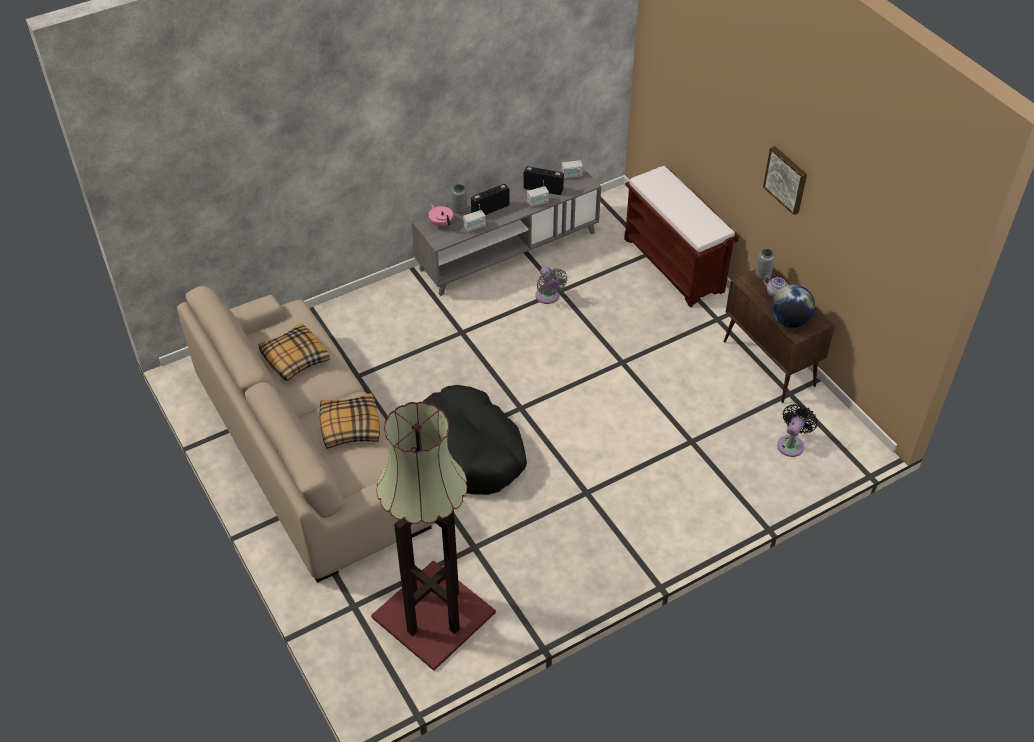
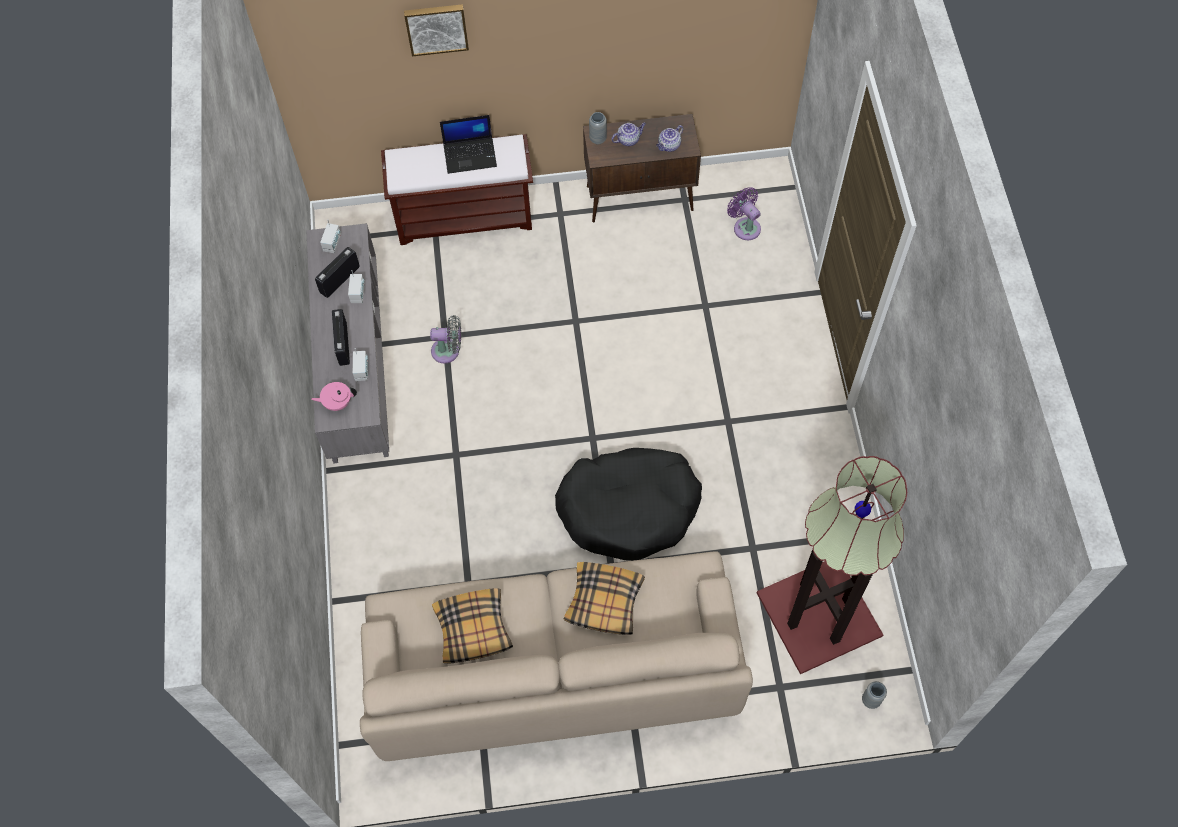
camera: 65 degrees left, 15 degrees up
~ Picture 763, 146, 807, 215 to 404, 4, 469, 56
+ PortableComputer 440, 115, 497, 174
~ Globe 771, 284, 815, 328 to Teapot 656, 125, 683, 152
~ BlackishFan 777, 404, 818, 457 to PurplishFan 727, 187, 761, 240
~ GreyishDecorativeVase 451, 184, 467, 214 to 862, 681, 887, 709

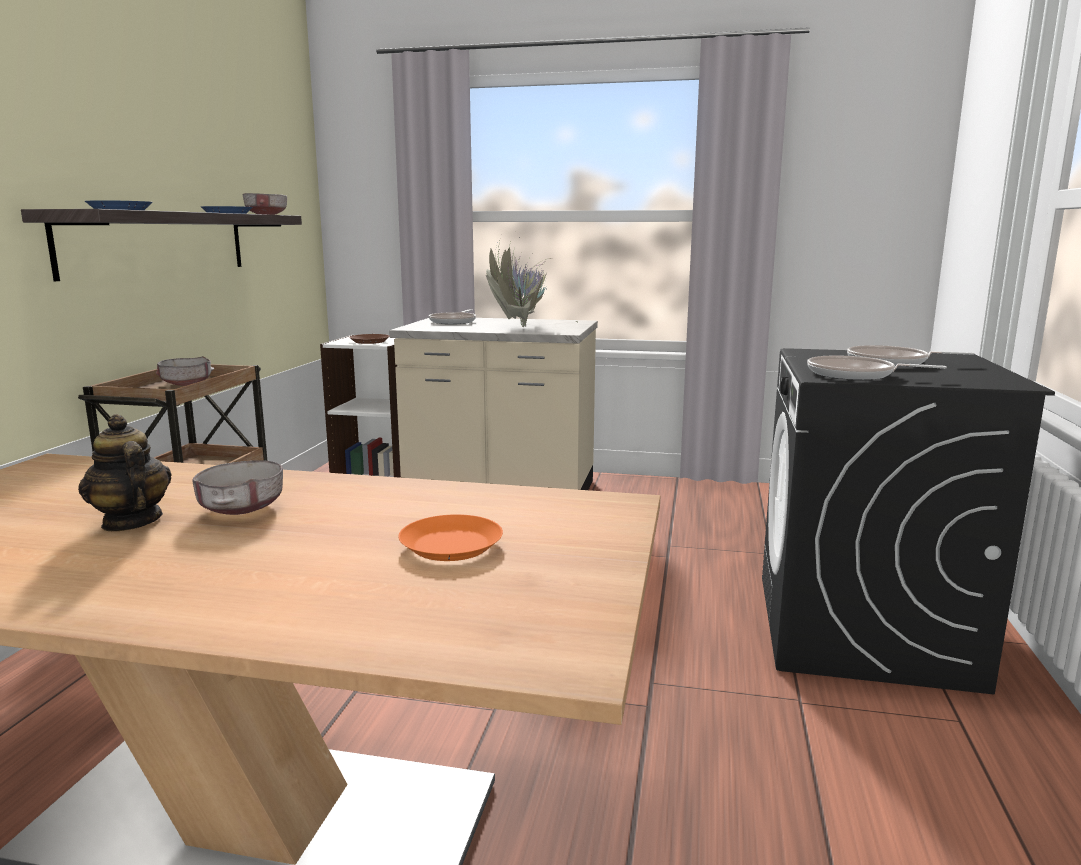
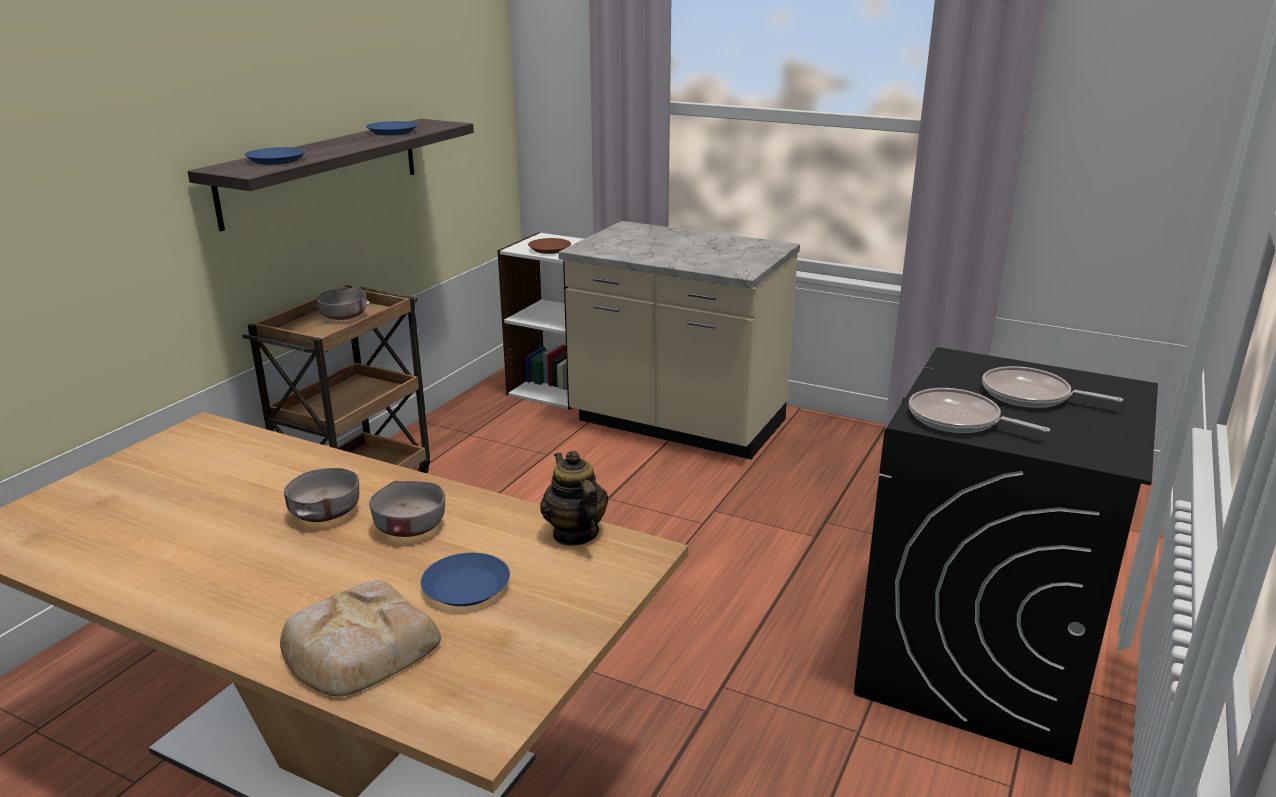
camera: 15 degrees right, 10 degrees up
+ Bread 280, 580, 441, 697
~ GreyishDeepDish 243, 193, 287, 215 to 369, 481, 445, 537
~ OrangeyPlate 398, 514, 503, 561 to BluishPlate 421, 553, 510, 606
~ Teapot 78, 414, 172, 531 to 540, 450, 608, 546
- Skillet 429, 309, 476, 324
- Houseplant 486, 232, 579, 328

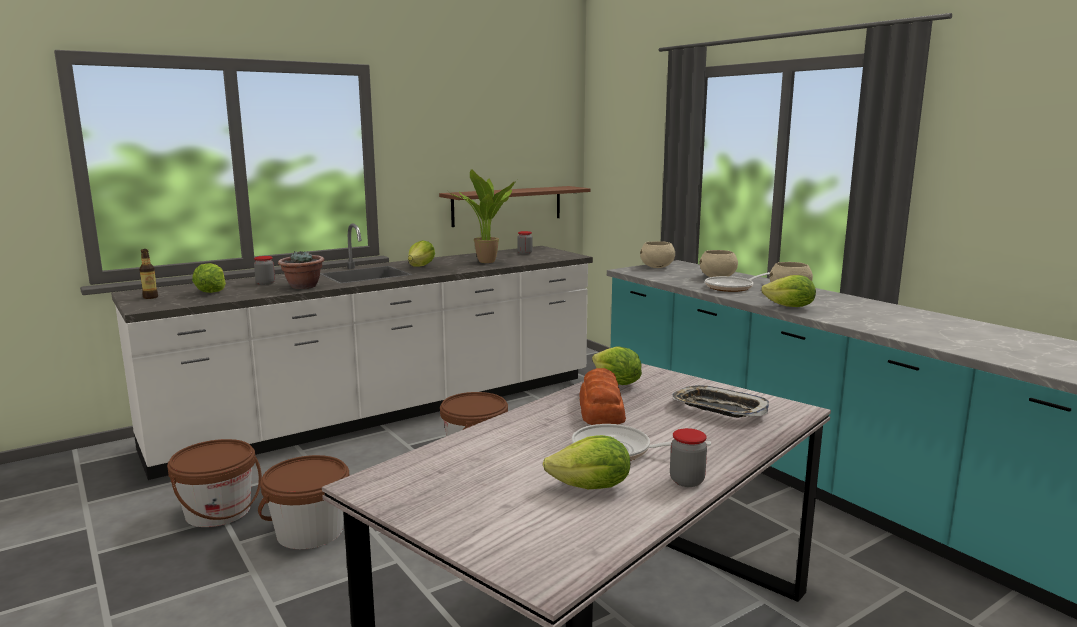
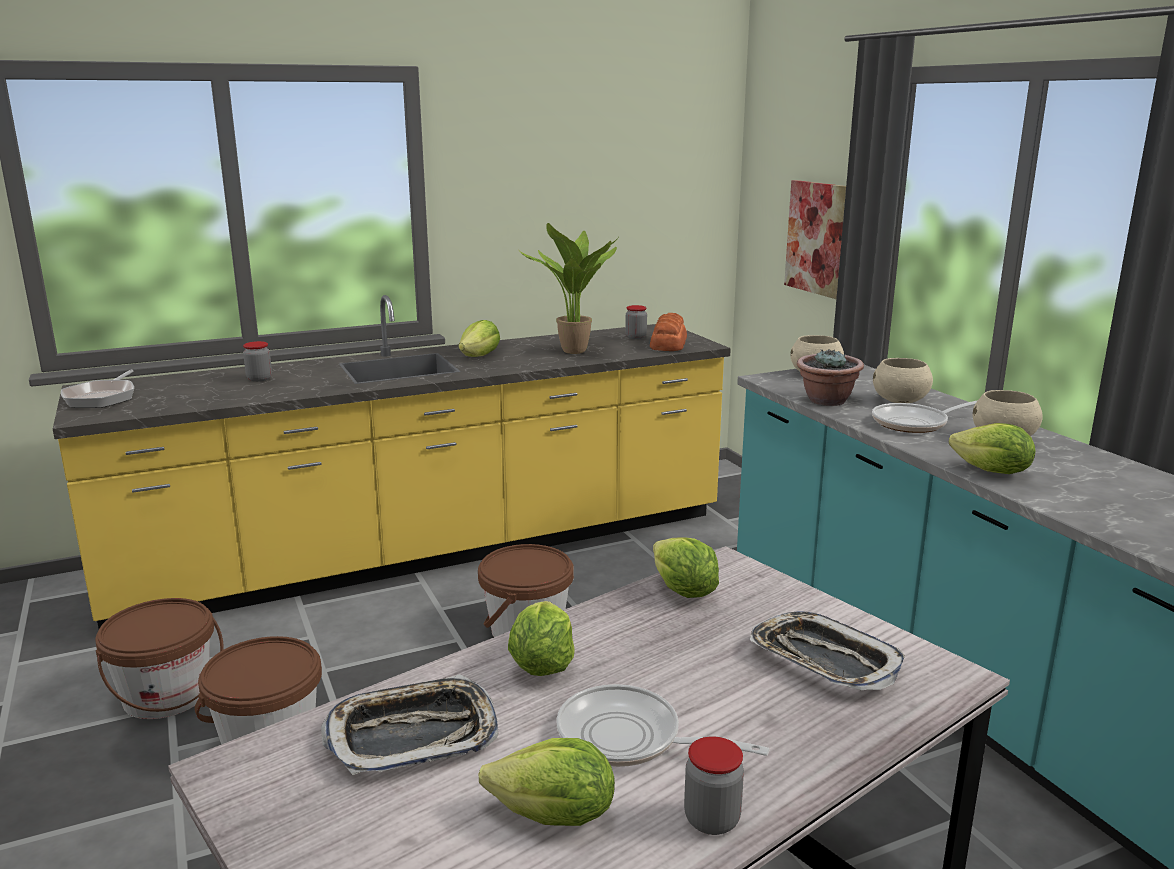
camera: 10 degrees right, 5 degrees up
~ WhitishKitchenCounter 111, 223, 593, 480 to YellowColouredKitchenCounter 53, 295, 731, 629
~ BeverageBottle 139, 249, 158, 299 to Skillet 61, 370, 134, 408
+ ServingTray 321, 674, 498, 775
~ Lettuce 192, 263, 226, 293 to 508, 601, 575, 676
~ Bread 579, 368, 626, 425 to 650, 313, 687, 351
+ Picture 784, 180, 846, 299
~ Houseplant 278, 251, 325, 289 to 797, 349, 864, 406
- BracketShelf 439, 186, 591, 227

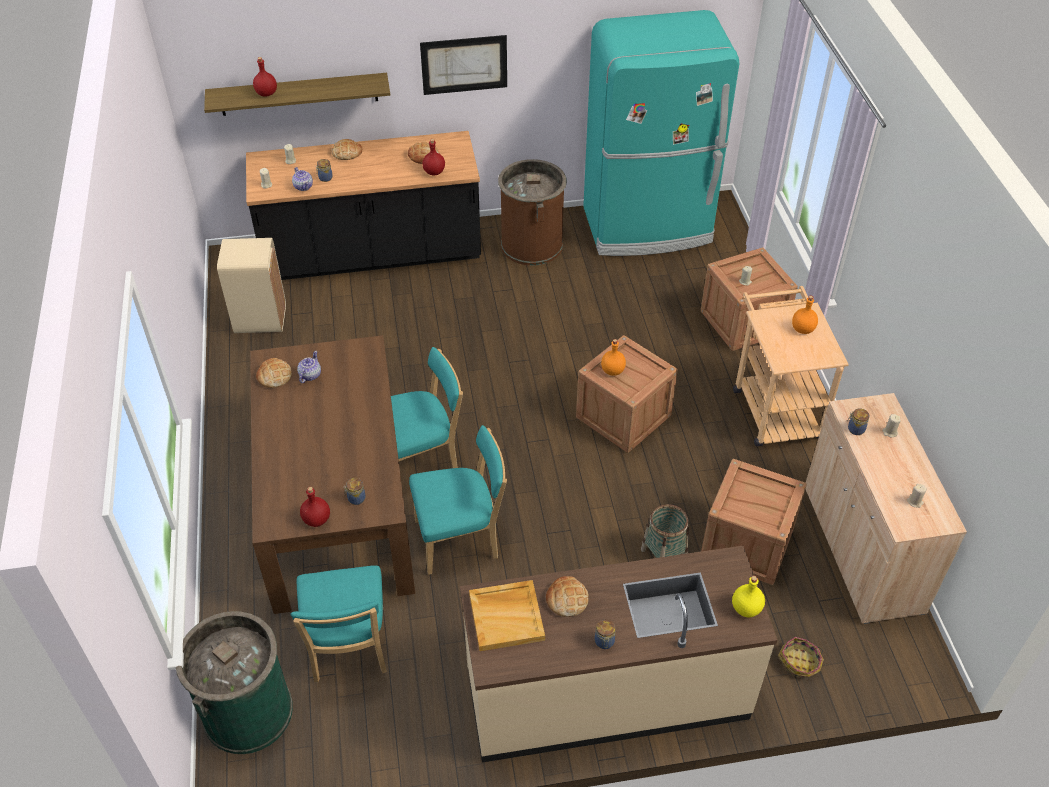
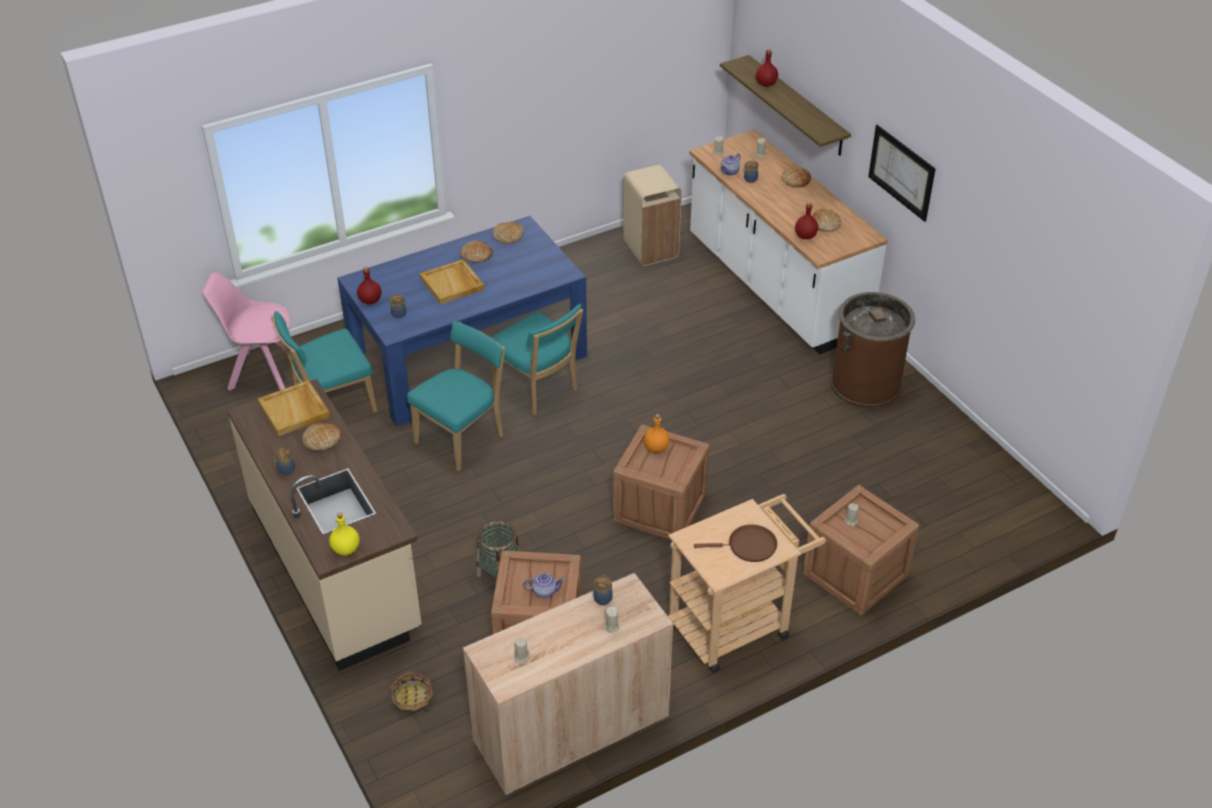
camera: 70 degrees right, 5 degrees down
~ GreenRubbishBin 176, 611, 293, 754 to PinkUprightChair 202, 272, 290, 390
~ BrownishDiningTable 250, 335, 415, 614 to BluishDiningTable 337, 216, 587, 427
~ TurquoiseUprightChair 409, 425, 507, 575 = 407, 321, 505, 471 105 degrees counterclockwise
+ BeigeServingTray 420, 259, 484, 305
+ Bread 460, 240, 493, 263
~ Teapot 297, 351, 321, 383 to 523, 573, 565, 598
~ BlackishKitchenCounter 246, 131, 481, 280 to WhitishKitchenCounter 689, 129, 888, 354
~ OrangeyBeverageBottle 792, 296, 818, 334 to BrownishSkillet 694, 525, 777, 562
- TurquoiseRefrigerator 583, 10, 739, 256

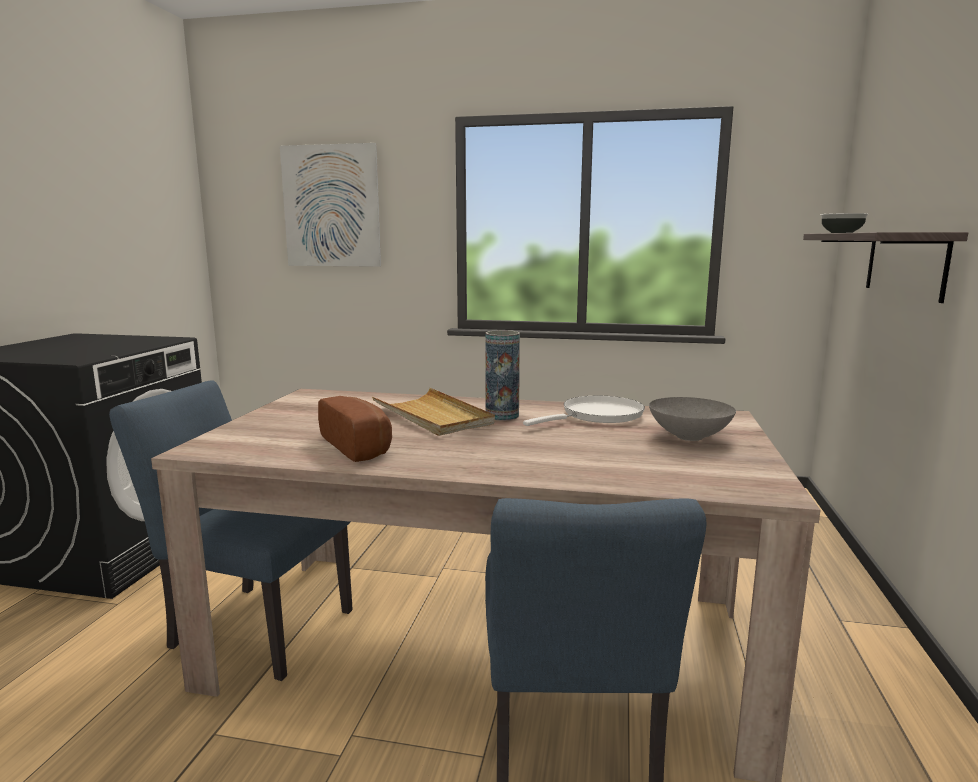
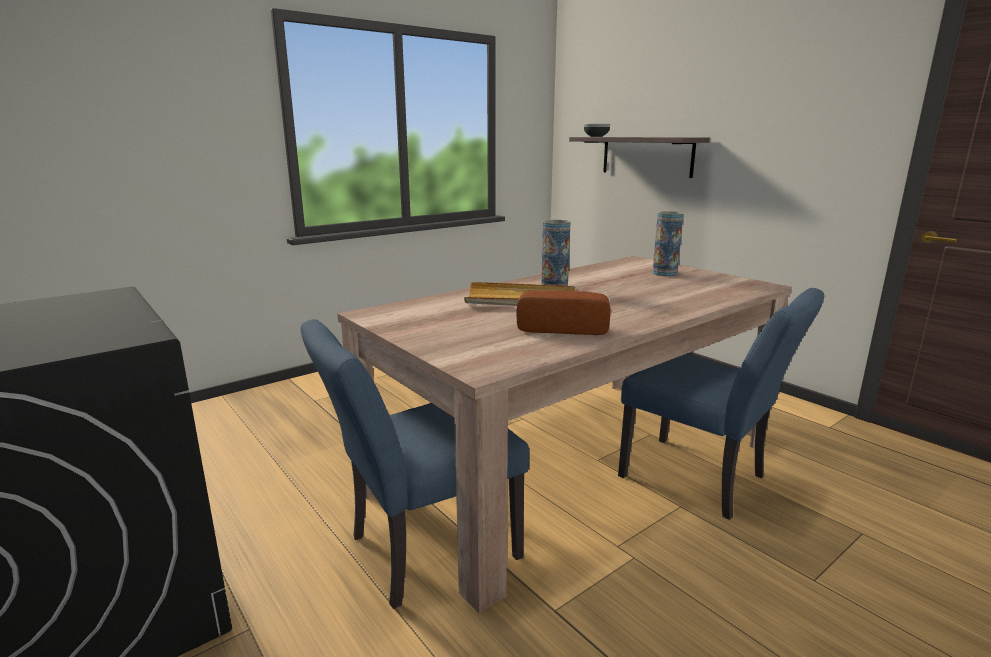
camera: 50 degrees left, 5 degrees up
~ GreyishDeepDish 649, 397, 736, 441 to DecorativeVase 653, 211, 684, 277
- Picture 280, 143, 381, 267
- WhitishSkillet 523, 396, 645, 426

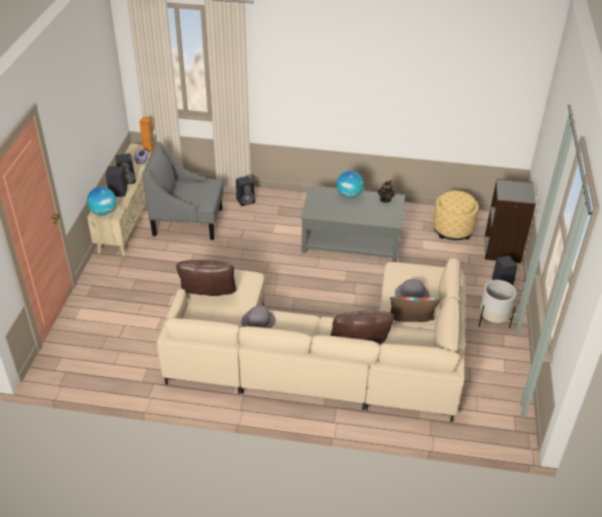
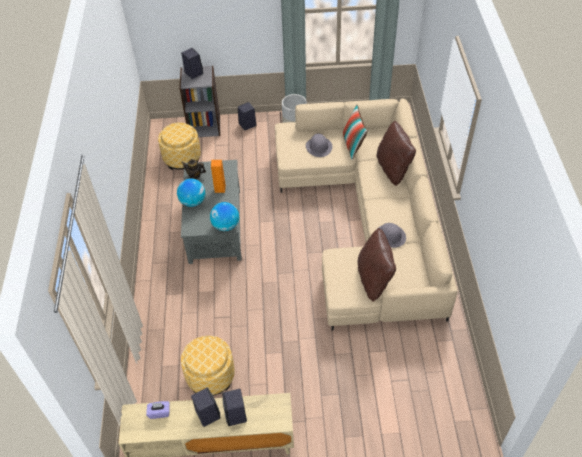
camera: 100 degrees left, 10 degrees up
~ BlackishAudioSpeaker 236, 176, 255, 206 to 181, 48, 203, 79
~ GreyishArmchair 143, 142, 224, 240 to Ottoman 181, 336, 235, 396
~ Globe 87, 187, 117, 215 to 210, 202, 239, 231
~ OrangeyAudioSpeaker 139, 117, 155, 152 to 211, 160, 226, 193

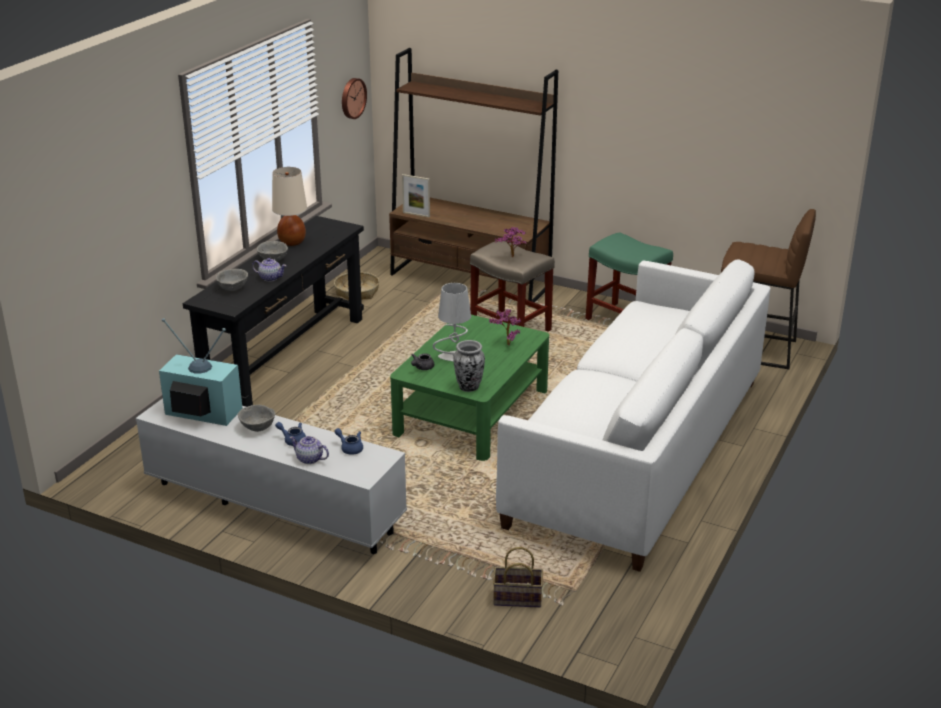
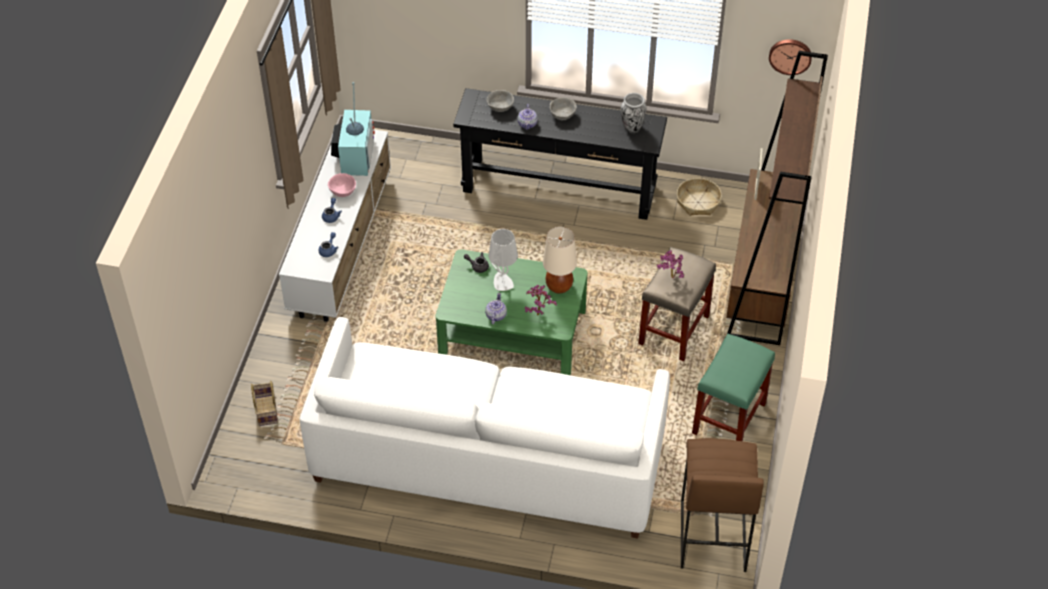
camera: 75 degrees right, 20 degrees up
~ GreyishDeepDish 238, 405, 275, 432 to PinkDeepDish 328, 173, 356, 197
~ Teapot 289, 436, 329, 464 to 485, 293, 507, 325
~ BeigeLampForATable 272, 167, 307, 246 to 543, 227, 577, 294
~ DecorativeVase 453, 340, 485, 392 to 621, 93, 647, 133

